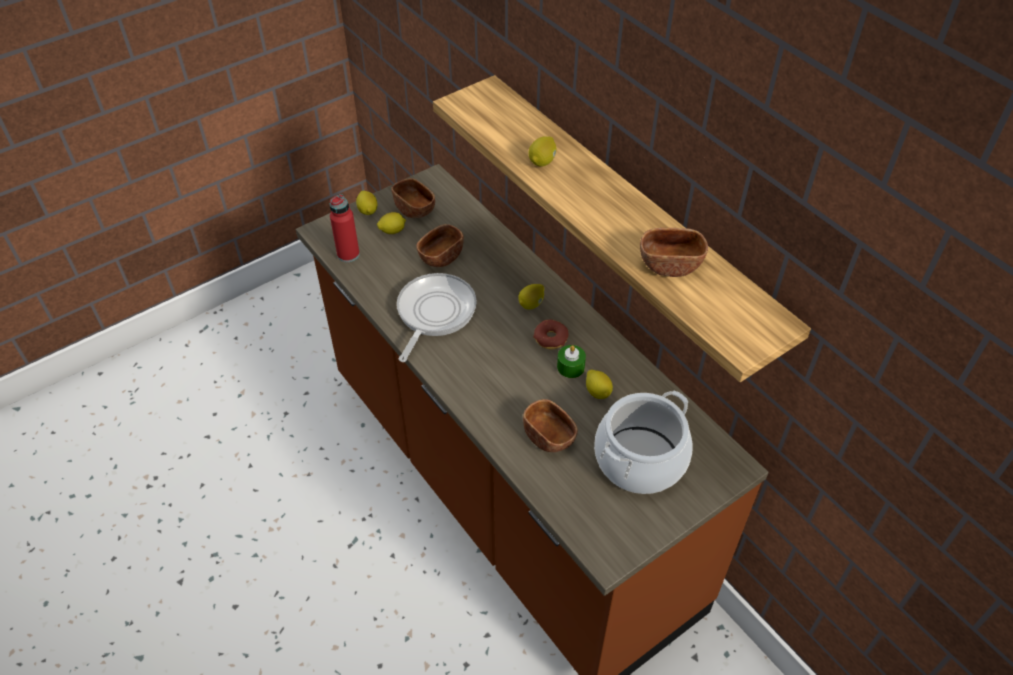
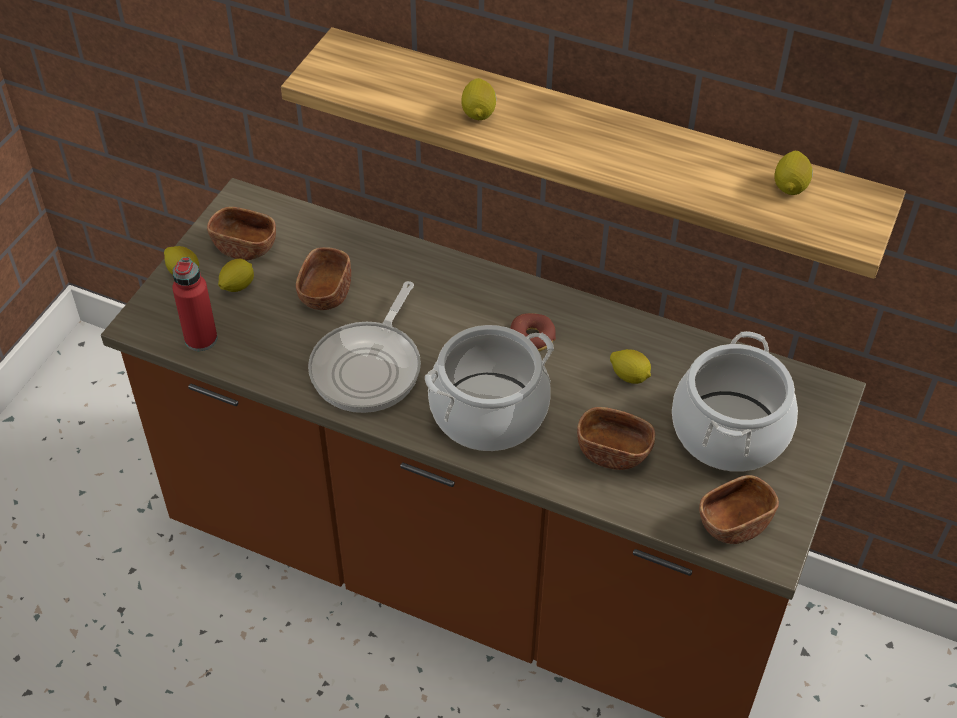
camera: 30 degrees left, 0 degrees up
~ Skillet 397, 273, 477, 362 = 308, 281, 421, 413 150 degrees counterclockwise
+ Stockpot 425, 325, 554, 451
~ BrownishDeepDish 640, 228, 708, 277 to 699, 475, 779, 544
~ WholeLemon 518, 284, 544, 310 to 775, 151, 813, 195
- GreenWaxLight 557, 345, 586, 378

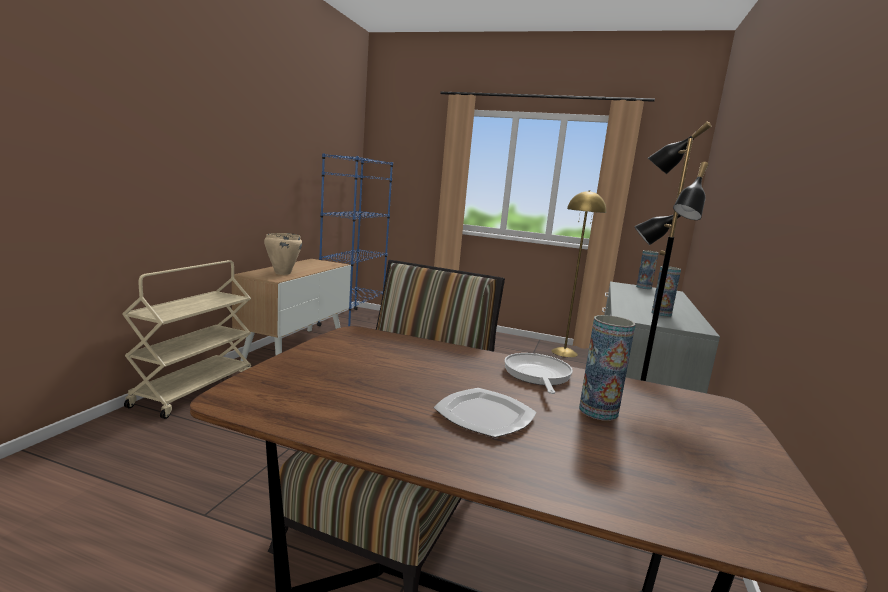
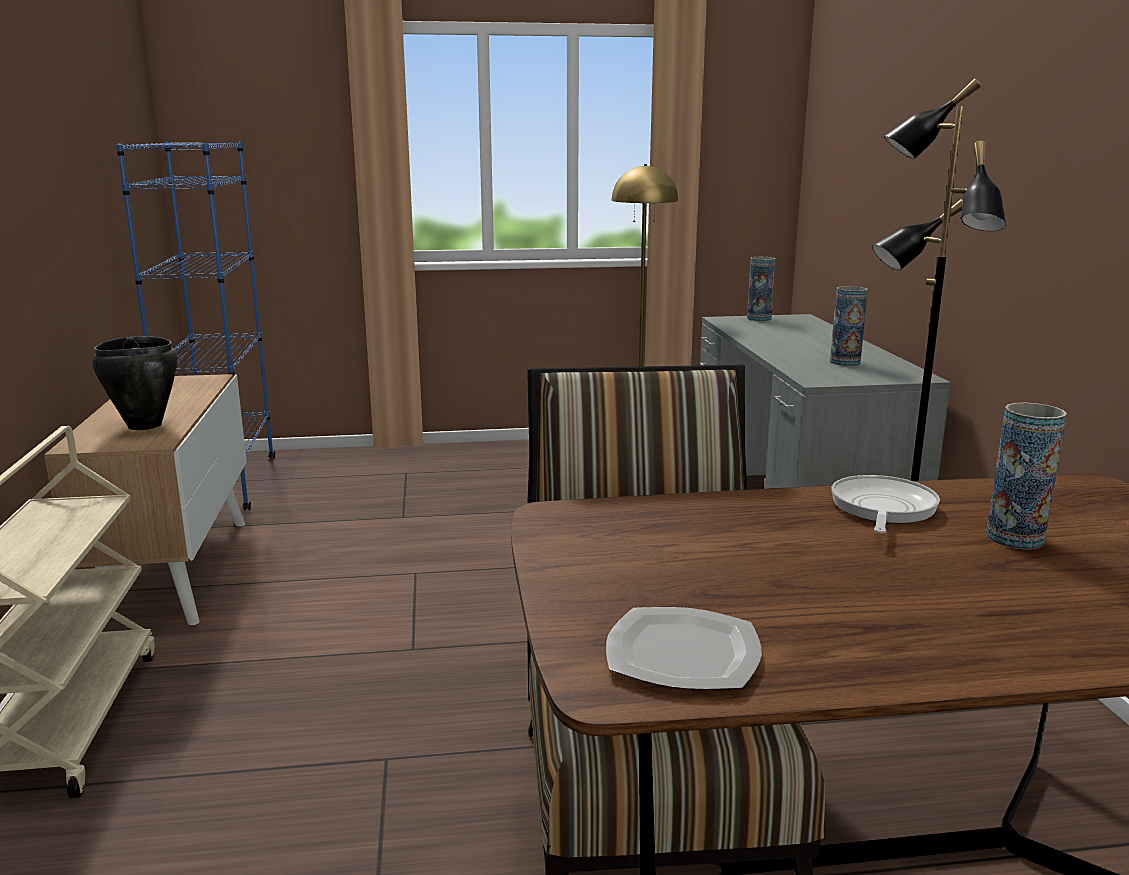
camera: 25 degrees left, 5 degrees up
~ BeigeStockpot 264, 233, 302, 275 to BlackishStockpot 92, 336, 178, 430
~ Plate 433, 388, 537, 437 to 606, 607, 762, 690
~ Skillet 504, 353, 573, 394 = 831, 475, 940, 533 45 degrees clockwise

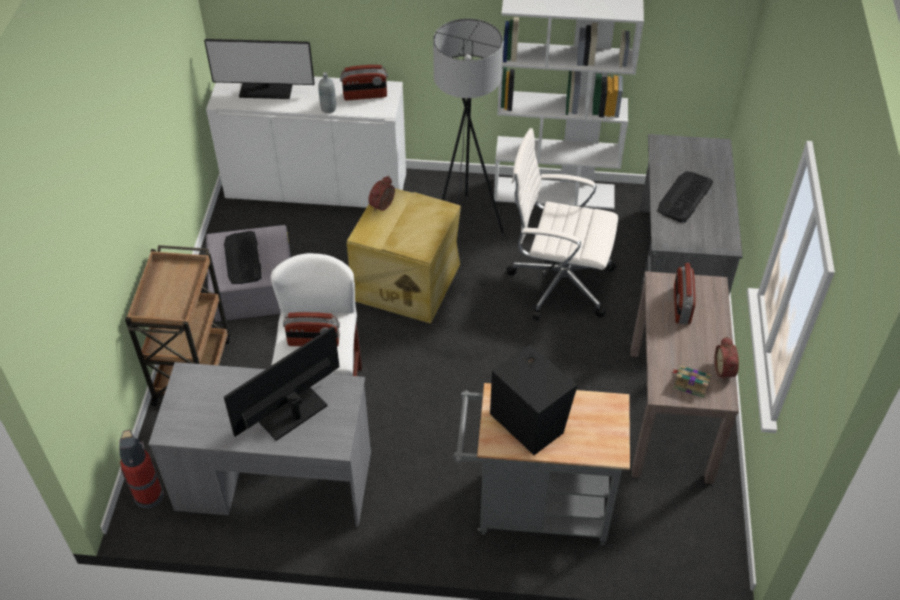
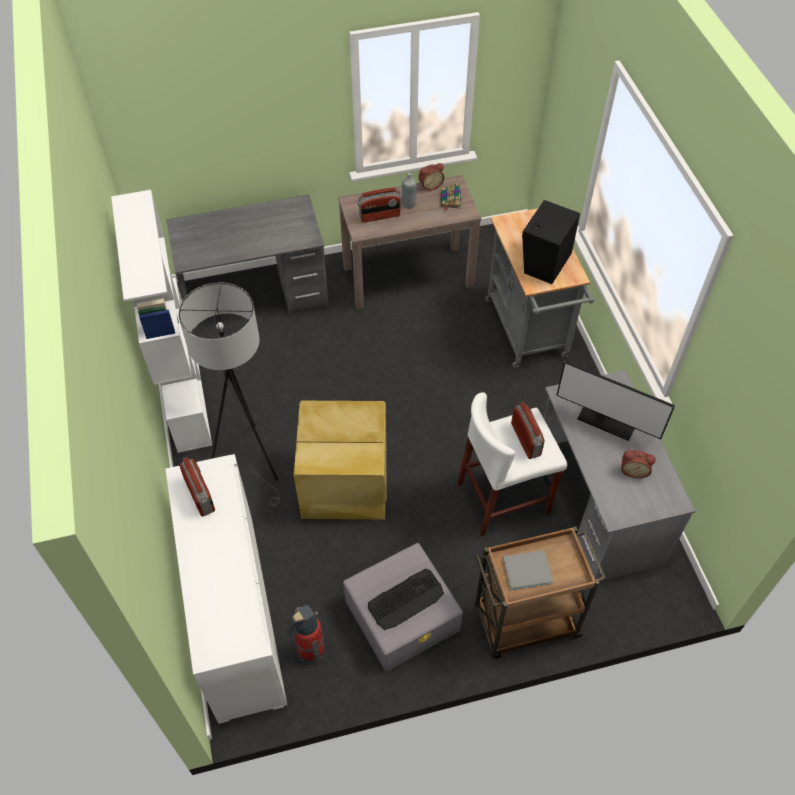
camera: 110 degrees left, 5 degrees up
~ Extinguisher 119, 430, 164, 508 to 288, 605, 325, 664
~ GreyishBeverageBottle 318, 72, 336, 113 to 402, 173, 417, 209
+ GreyishBook 503, 550, 553, 591
~ TableClock 368, 176, 395, 211 to 621, 450, 656, 478
- ComputerDisplay 204, 39, 315, 99
- WhitishOfficeChair 507, 128, 618, 320
- PcKeyboard 657, 171, 713, 222

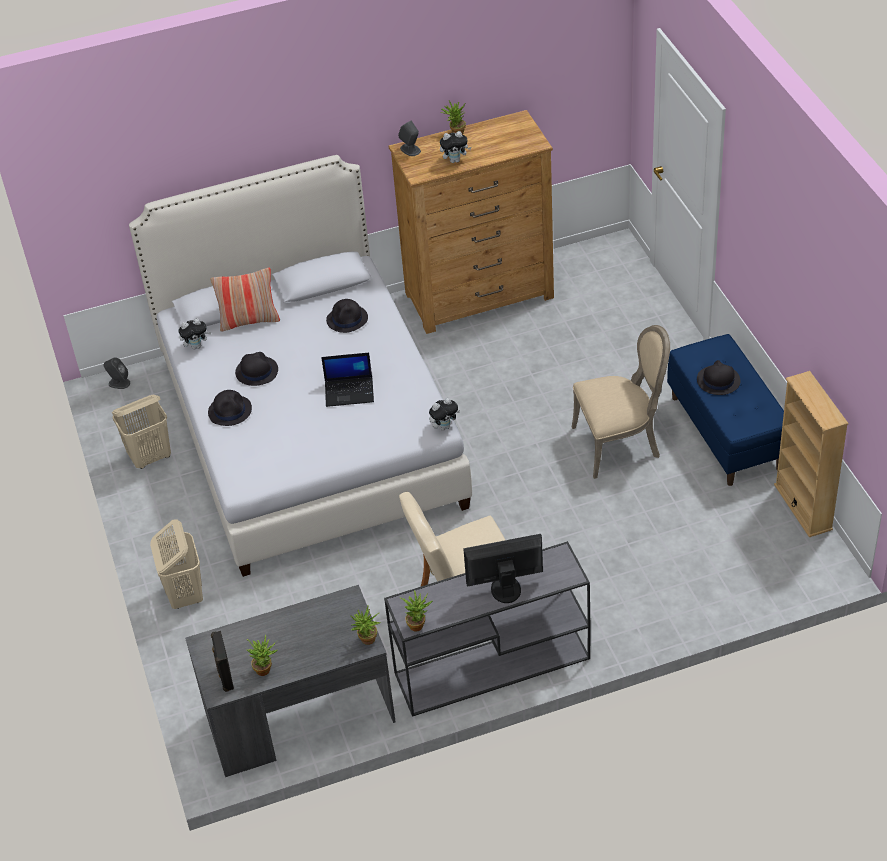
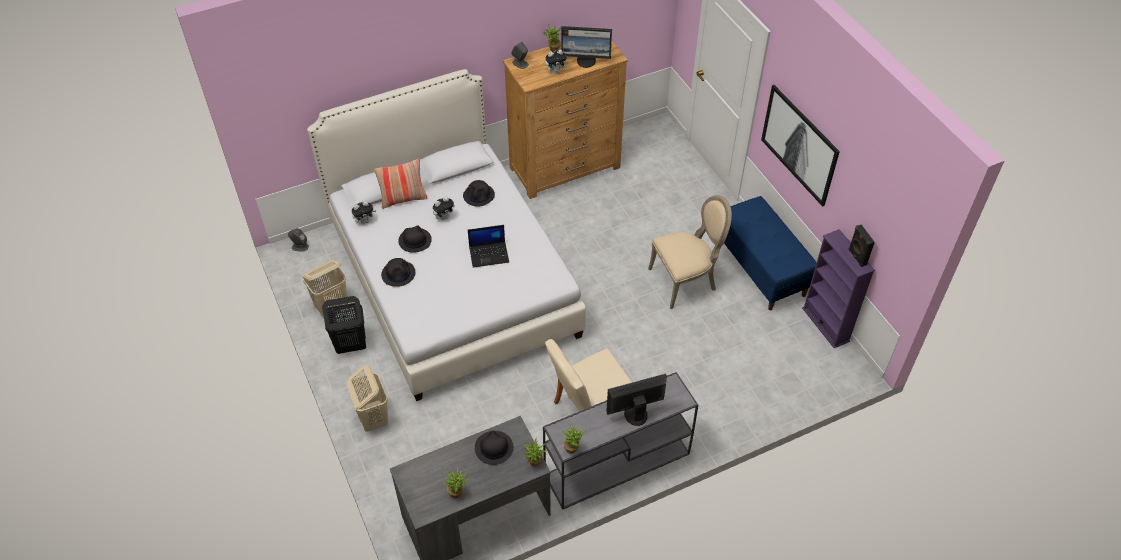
camera: 10 degrees left, 5 degrees up
+ BlackishHamper 322, 296, 366, 354
~ CuddlyToy 429, 398, 460, 431 to 433, 197, 455, 220
~ BlackishWearableHat 697, 360, 740, 395 to 475, 431, 514, 465
+ ComputerDisplay 561, 26, 612, 68
+ Picture 761, 85, 840, 207
~ BeigeShelvingUnit 774, 371, 848, 537 to PurplishShelvingUnit 802, 229, 875, 348
~ BlackishAudioSpeaker 211, 631, 234, 692 to 848, 225, 875, 267

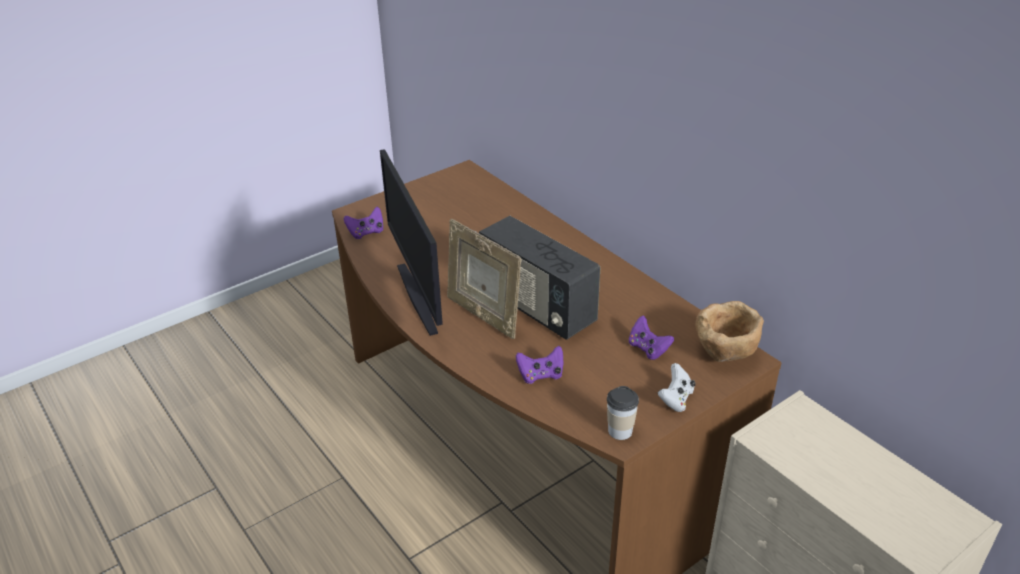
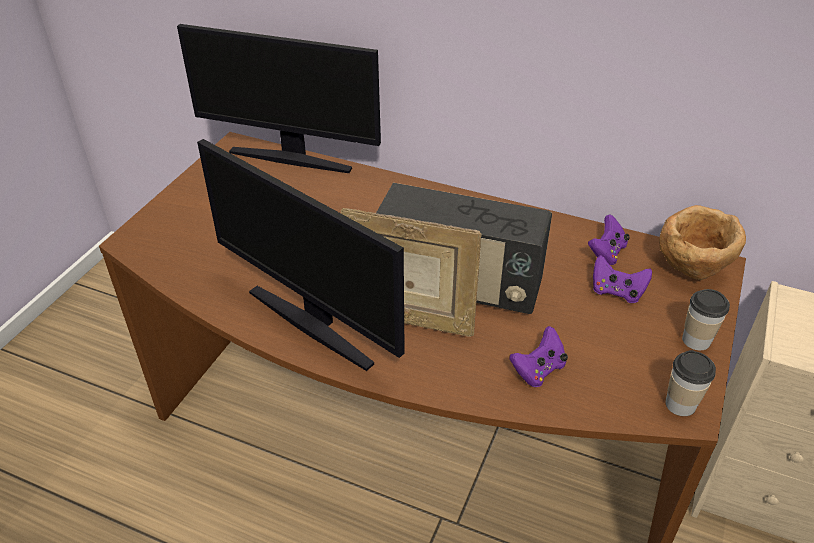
camera: 30 degrees left, 5 degrees up
+ ComputerDisplay 177, 24, 381, 173
~ PurplishGameController 344, 207, 383, 239 to 588, 214, 630, 265
~ WhitishGameController 658, 363, 696, 412 to DrinkingCup 682, 289, 730, 350

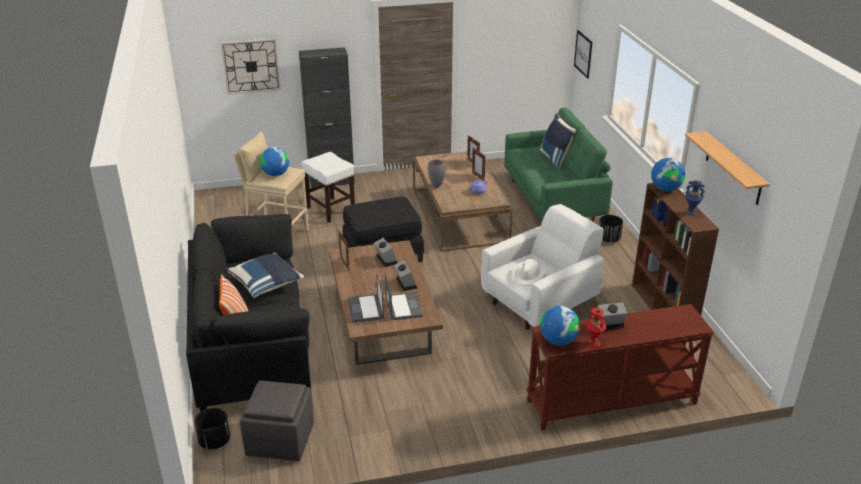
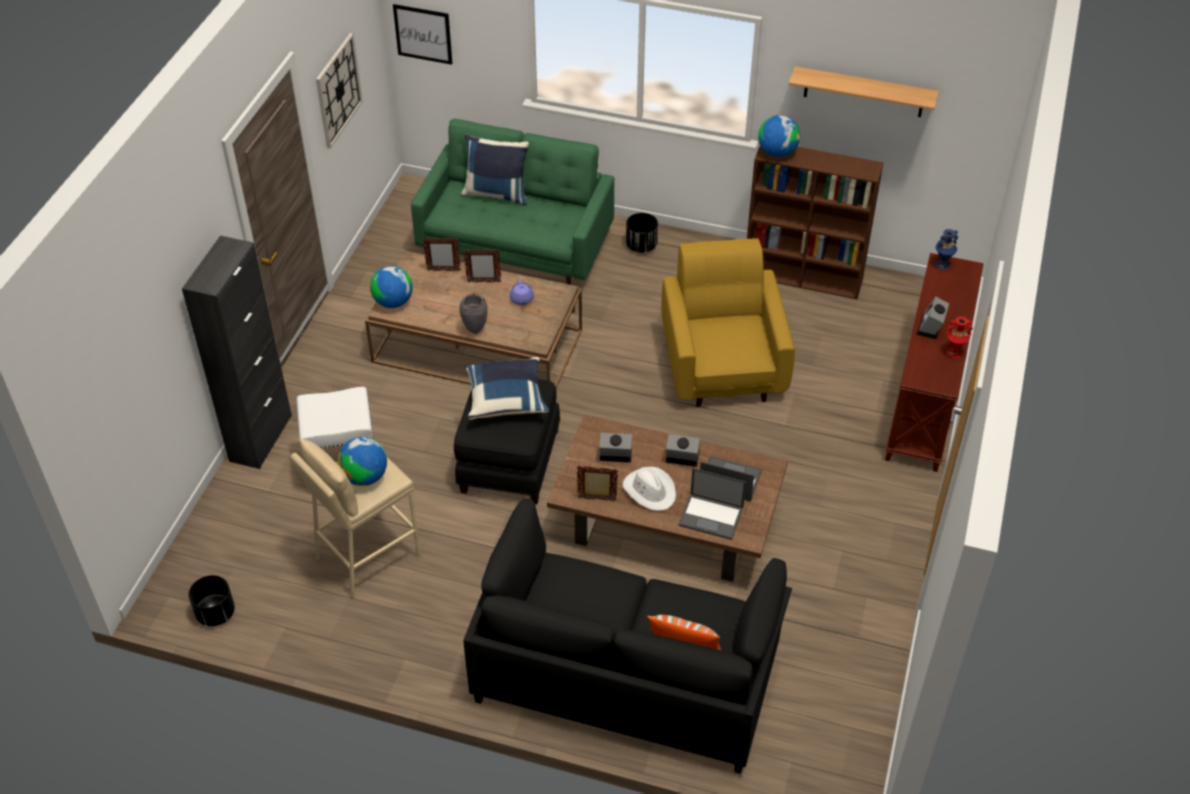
camera: 60 degrees left, 15 degrees up
~ BlackishPlanter 194, 408, 230, 449 to 189, 575, 235, 626
~ WallClock 221, 38, 281, 95 to 316, 33, 363, 149
~ Globe 540, 306, 580, 345 to 370, 266, 413, 308
~ BluishCushion 227, 252, 304, 298 to 465, 357, 549, 420
~ WhitishWearableHat 512, 259, 547, 286 to 623, 467, 676, 511
~ WhitishArmchair 481, 204, 604, 330 to YellowColouredArmchair 661, 238, 795, 407
~ BluishDecorativeVase 685, 180, 705, 216 to 935, 229, 958, 270
- GreyishOttoman 240, 380, 314, 461

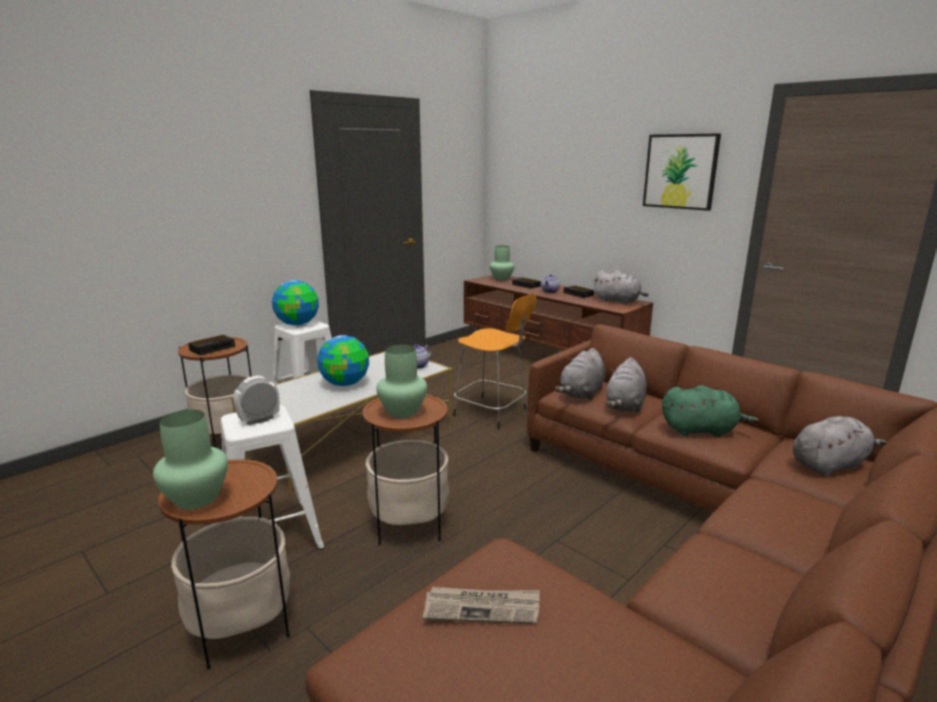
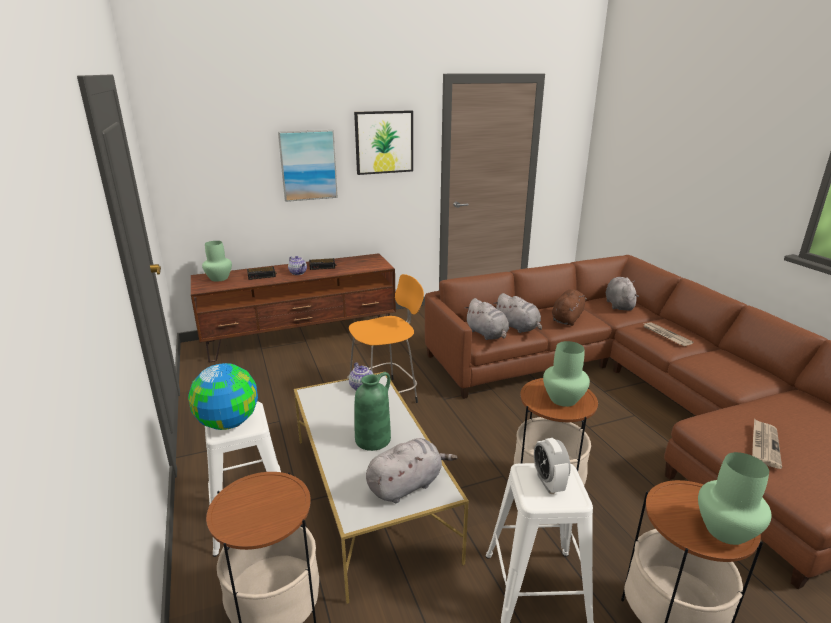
camera: 65 degrees left, 5 degrees up
+ Picture 278, 130, 338, 202
~ Globe 317, 335, 369, 386 to GreenDecorativeVase 354, 372, 391, 451
~ GreyishCuddlyToy 594, 270, 648, 304 to 366, 438, 457, 503
~ GreenCuddlyToy 662, 385, 759, 437 to BrownishCuddlyToy 552, 289, 587, 326
+ PrintedPaper 644, 322, 693, 346
- TableClock 188, 335, 235, 355

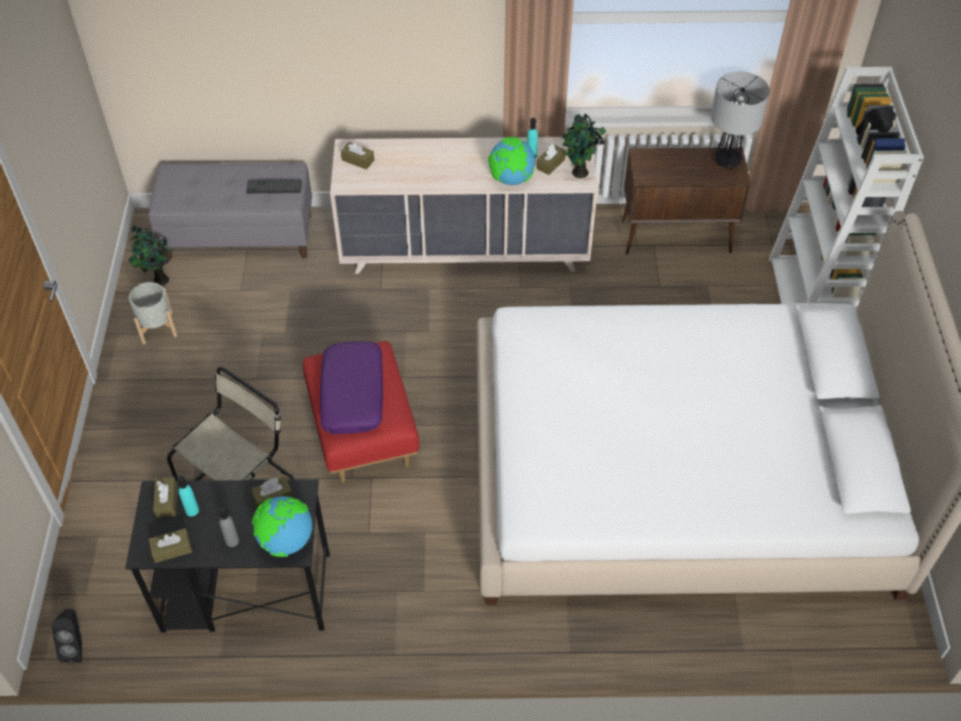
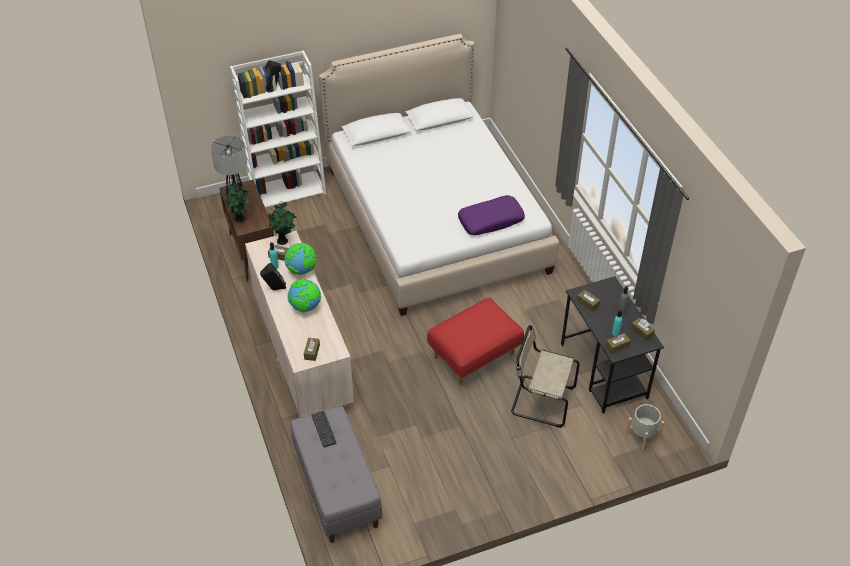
camera: 110 degrees left, 5 degrees down
~ Houseplant 128, 226, 174, 286 to 225, 183, 250, 223
~ BlackishAudioSpeaker 51, 609, 82, 664 to 260, 263, 286, 290
~ Globe 252, 496, 312, 557 to 287, 280, 321, 312
~ PurplishCushion 320, 341, 383, 434 to 458, 195, 525, 235
~ GreyishPlanter 129, 282, 177, 345 to 625, 404, 664, 450

